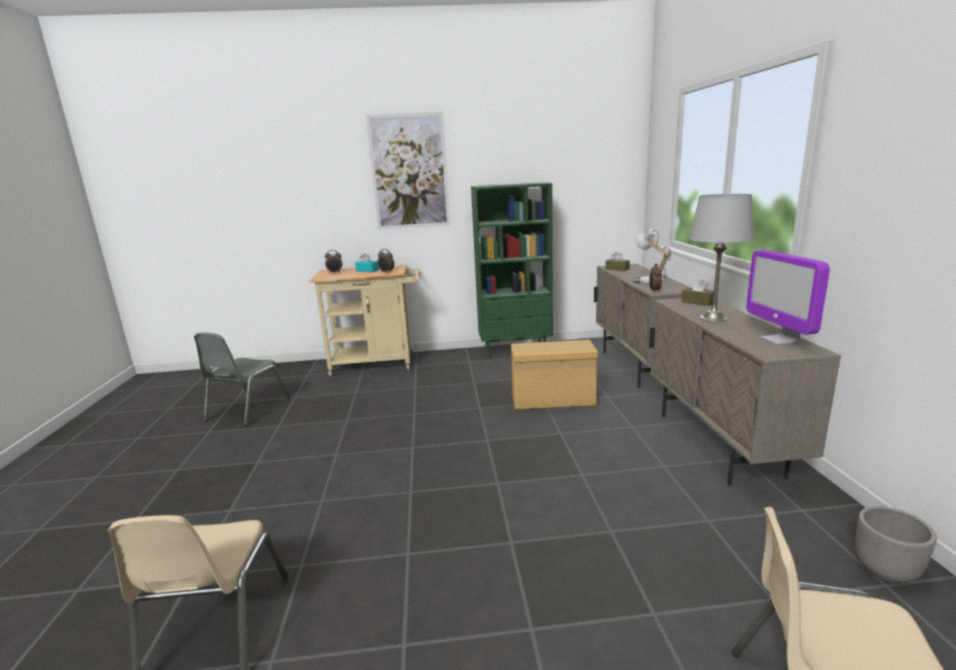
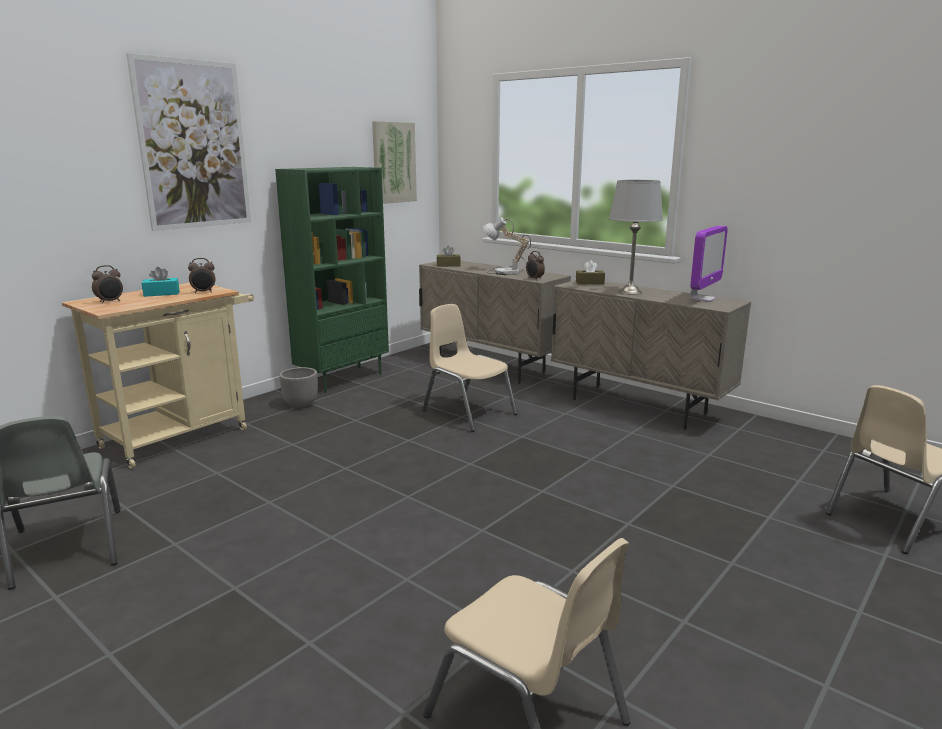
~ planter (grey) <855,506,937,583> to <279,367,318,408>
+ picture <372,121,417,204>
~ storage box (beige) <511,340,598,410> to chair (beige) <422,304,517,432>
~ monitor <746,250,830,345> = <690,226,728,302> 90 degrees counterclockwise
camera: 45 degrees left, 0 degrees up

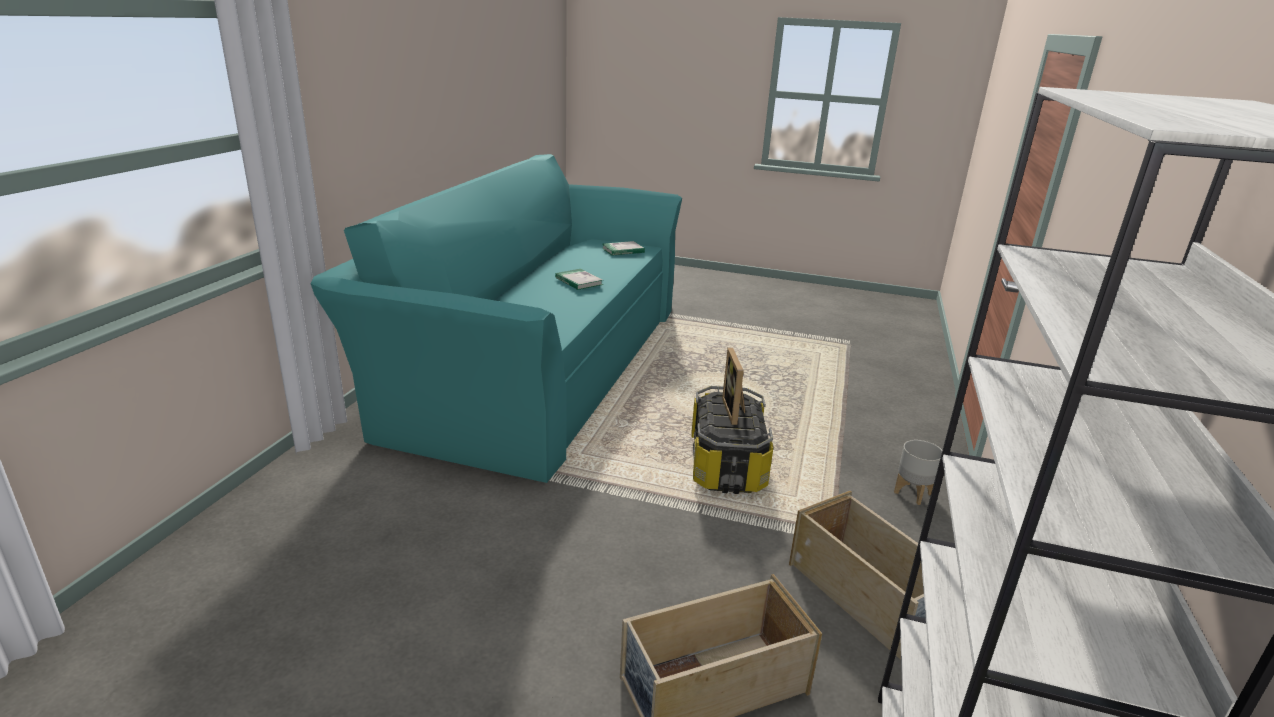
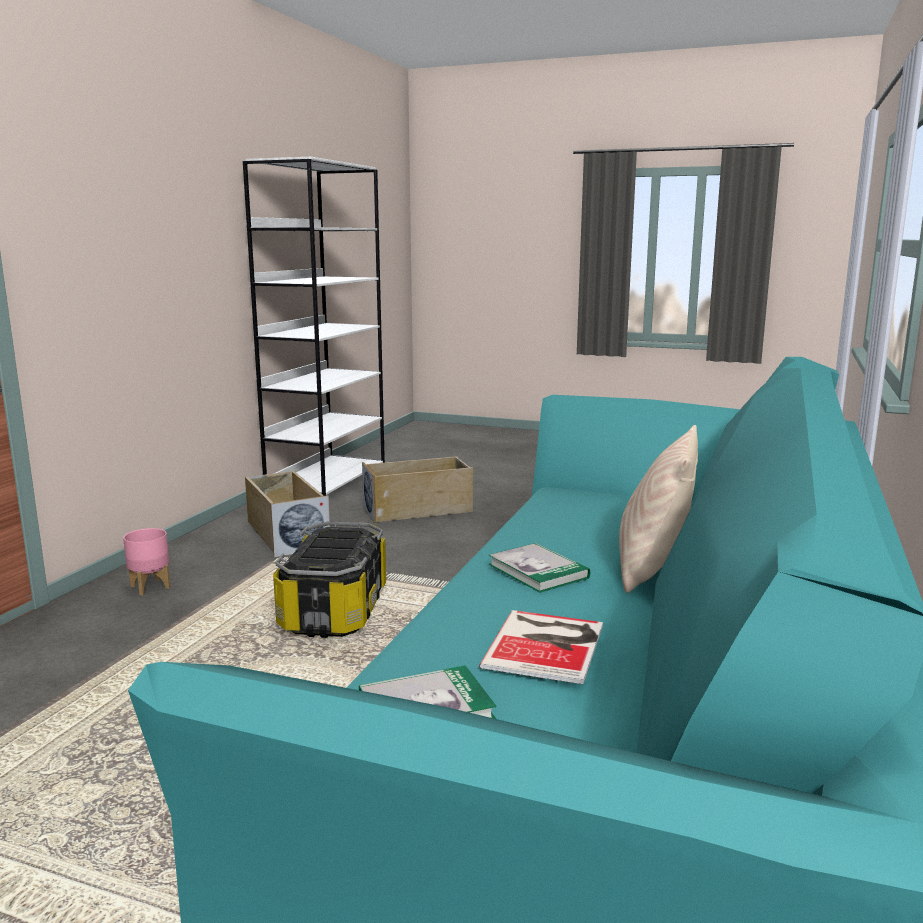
~ planter (grey) <894,440,942,505> to planter (pink) <123,528,170,595>
+ book <479,610,603,684>
+ pillow (beige) <619,425,698,593>
- picture frame <722,348,745,425>
camera: 175 degrees left, 10 degrees down

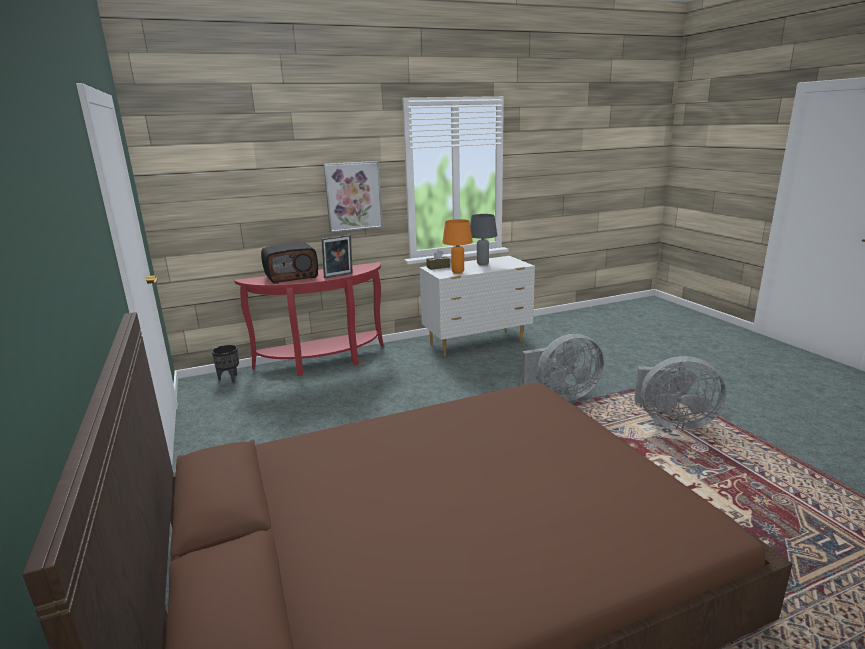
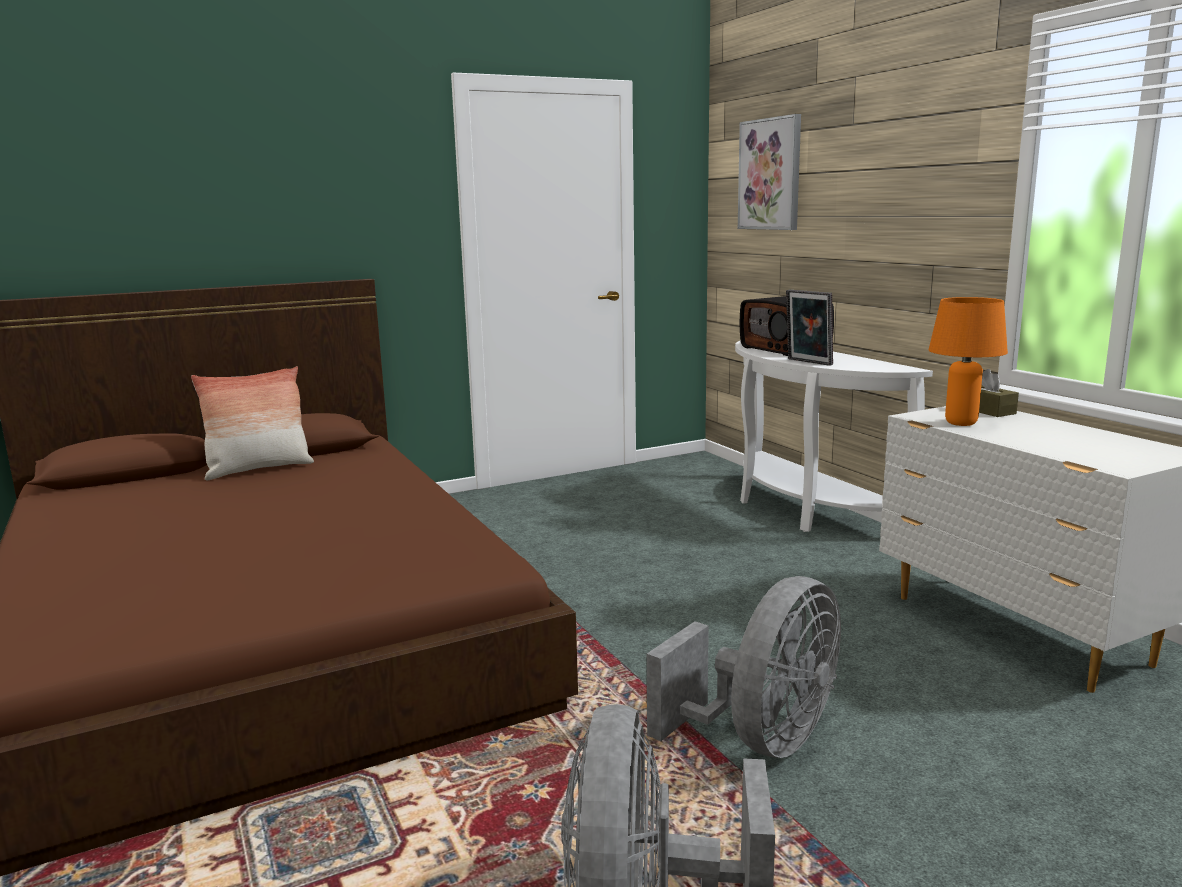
+ pillow <191,366,314,480>
~ fan (grey) <521,334,604,401> = <647,576,841,758> 120 degrees counterclockwise
~ console table (red) <234,262,384,376> to console table (white) <735,340,933,532>
~ picture <323,161,383,233> to <738,114,801,230>
- planter (black) <212,345,239,383>
- table lamp (grey) <470,214,497,265>
camera: 85 degrees right, 5 degrees down

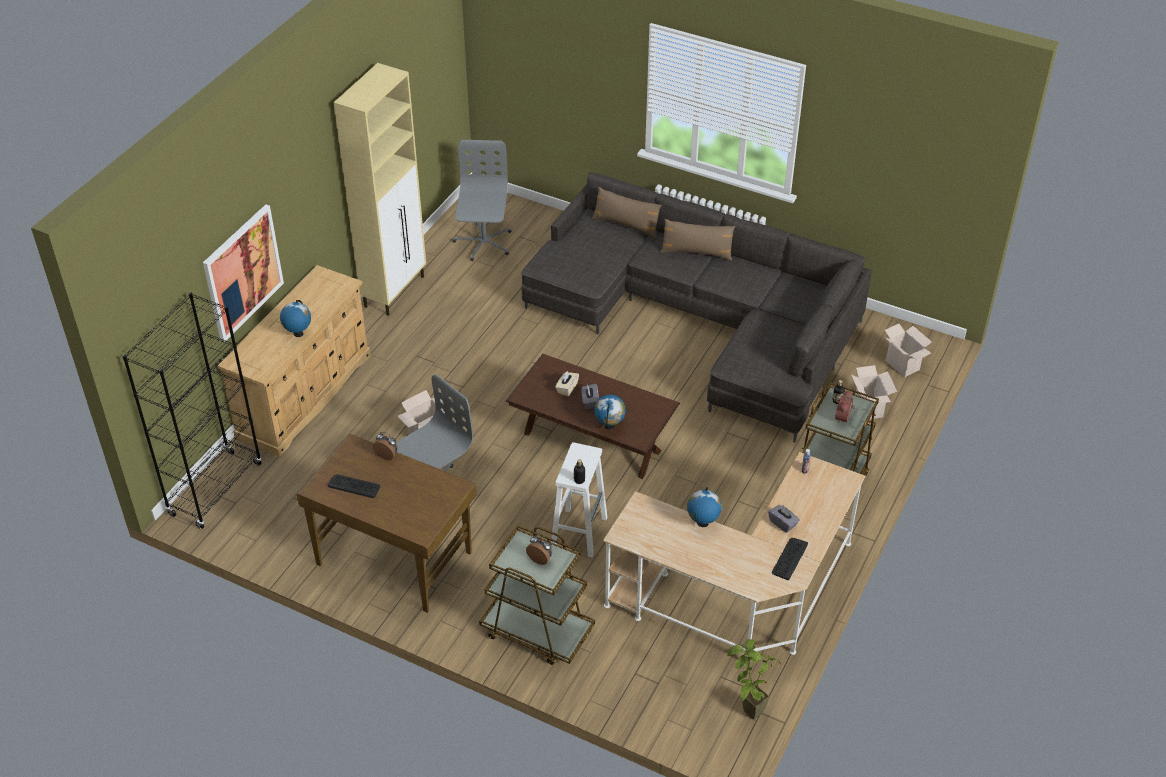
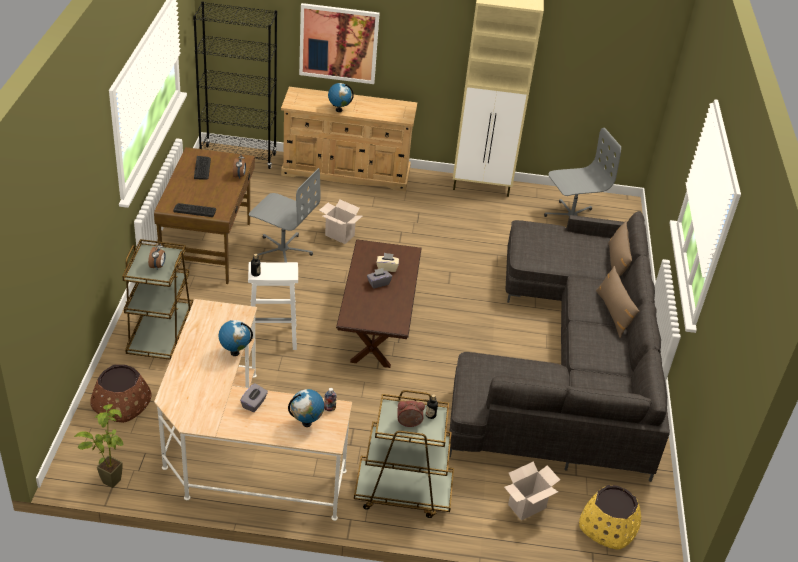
+ planter (brown) <90,365,152,423>
~ keyboard <772,538,808,580> to <173,203,216,217>
~ globe <594,395,626,429> to <288,389,324,427>
~ cardboard box <885,324,932,377> to planter (yellow) <579,485,641,550>
camera: 65 degrees right, 5 degrees down

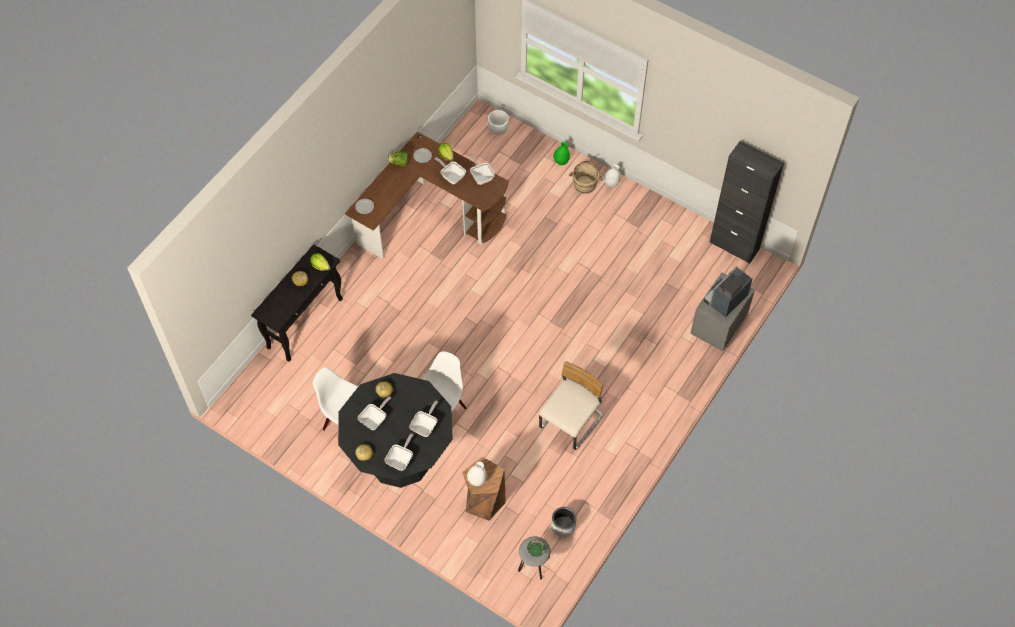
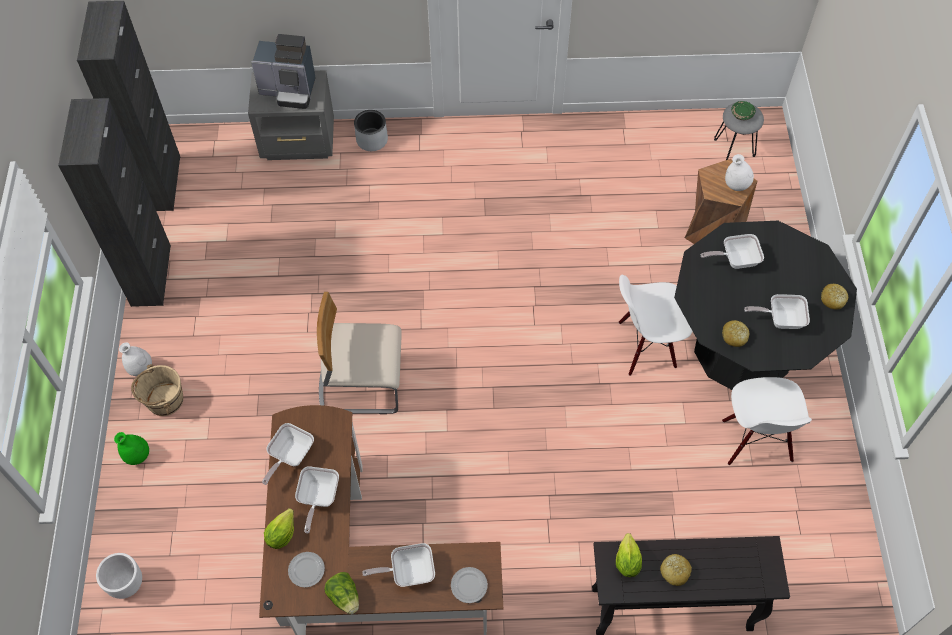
+ cabinet (black) <58,98,171,307>
~ chair (beige) <539,361,603,450> to <317,292,402,414>
~ planter (grey) <551,507,577,537> to <354,110,388,151>
~ frying pan <385,433,413,471> to <362,543,435,587>
camera: 125 degrees left, 0 degrees up

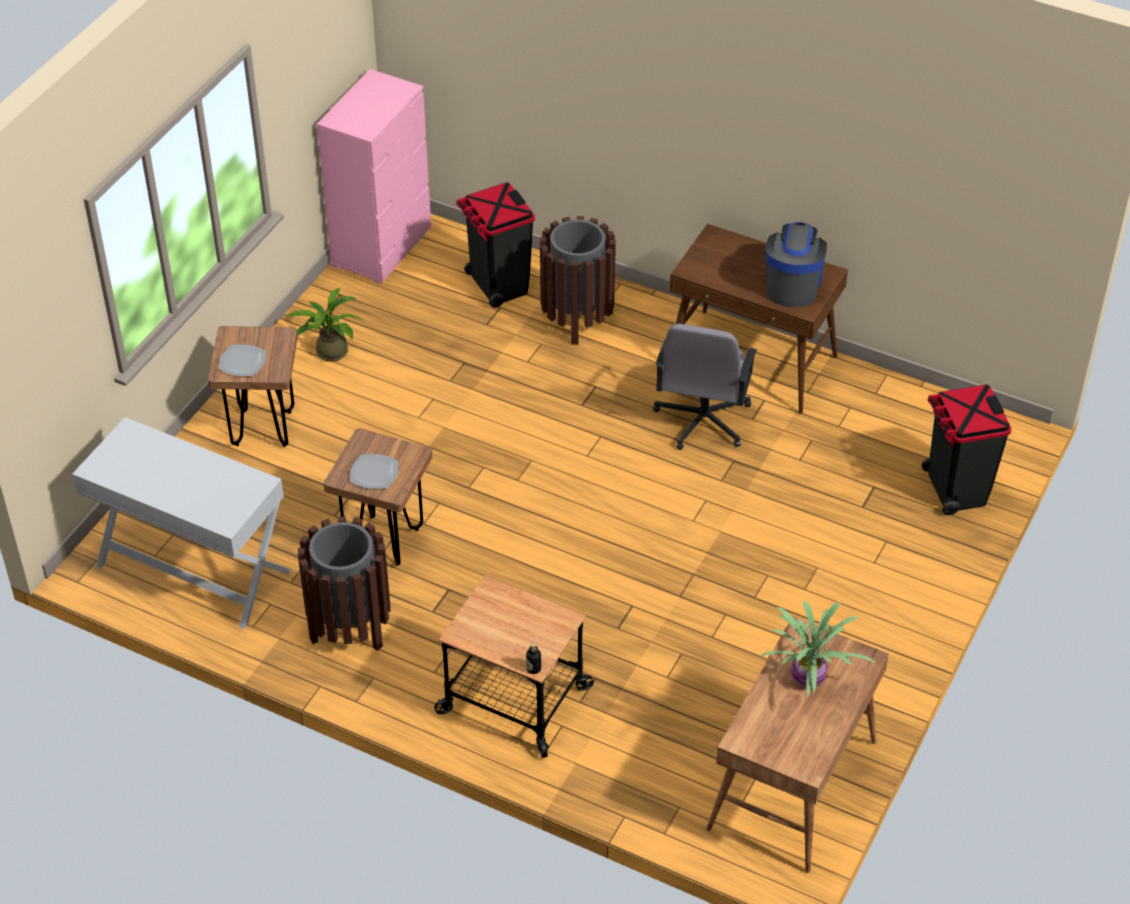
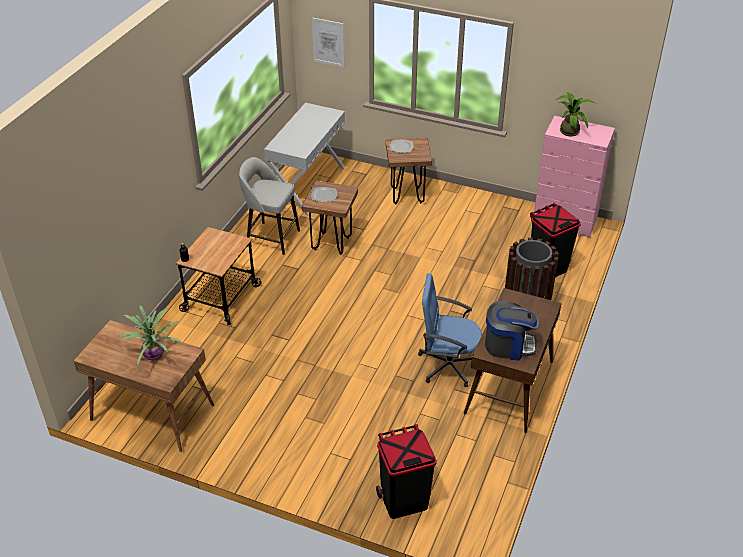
~ trash can (brown) <298,516,391,651> to stool (grey) <239,157,300,255>
+ picture <312,18,345,67>
~ office chair (grey) <653,324,757,450> to office chair (blue) <418,273,482,387>
~ potted plant <284,288,365,362> to <556,92,595,137>
camera: 85 degrees right, 5 degrees down

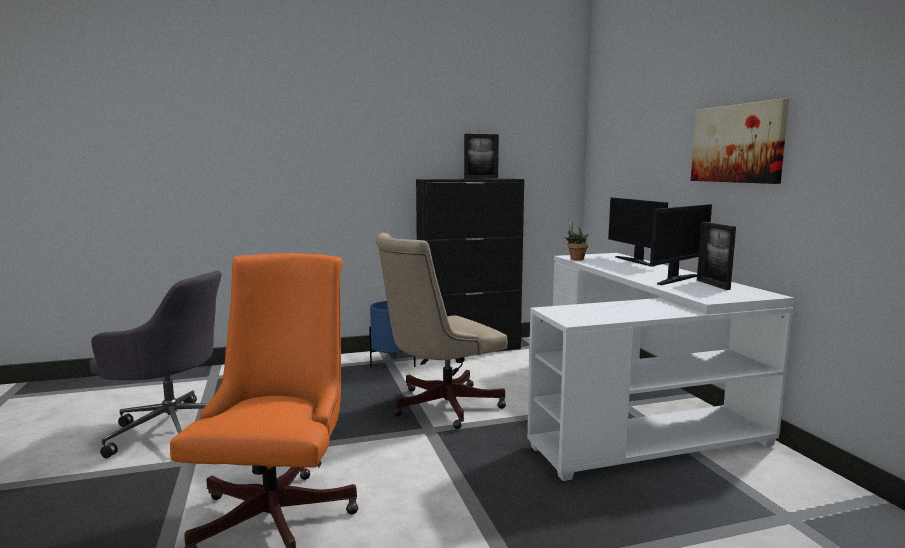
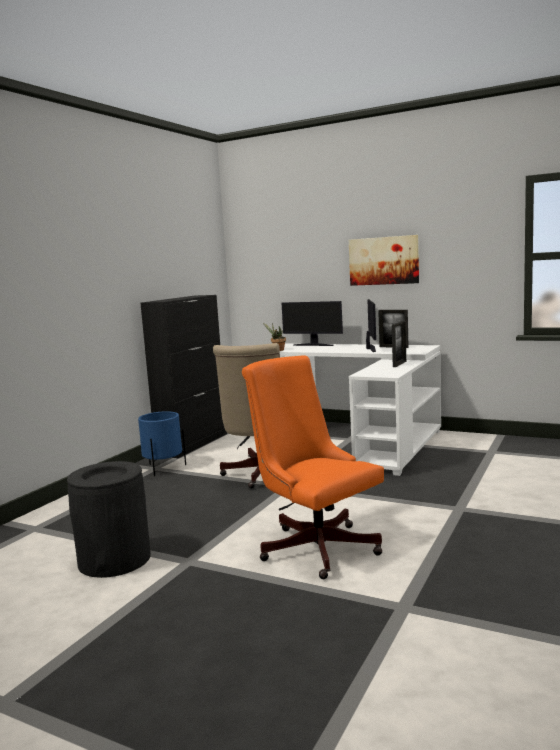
~ office chair (grey) <89,271,222,458> to trash can (black) <67,461,151,578>
~ picture frame <464,134,499,179> to <392,321,406,367>
camera: 45 degrees left, 0 degrees up

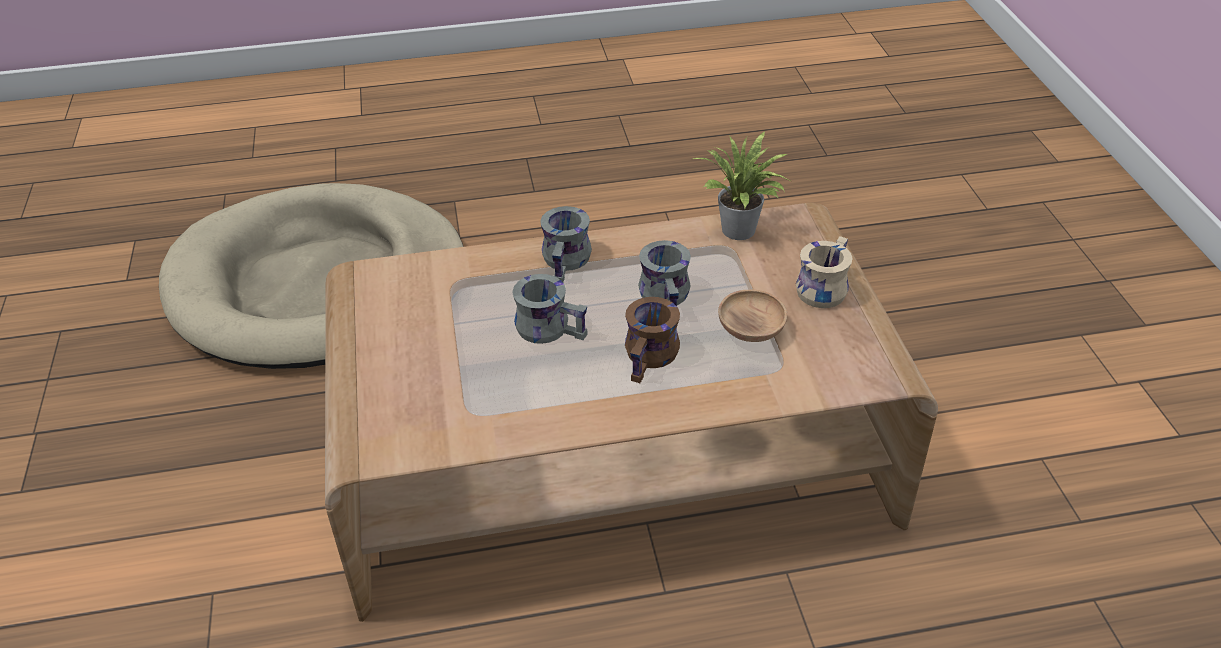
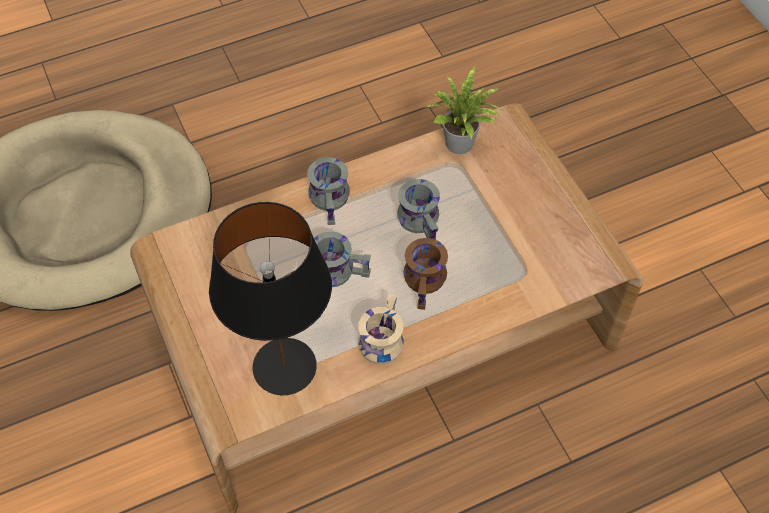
+ table lamp (black) <209,202,332,395>
~ mug (beige) <796,236,852,308> to <358,294,404,364>
- bowl (brown) <718,290,787,342>
camera: 15 degrees left, 15 degrees up

